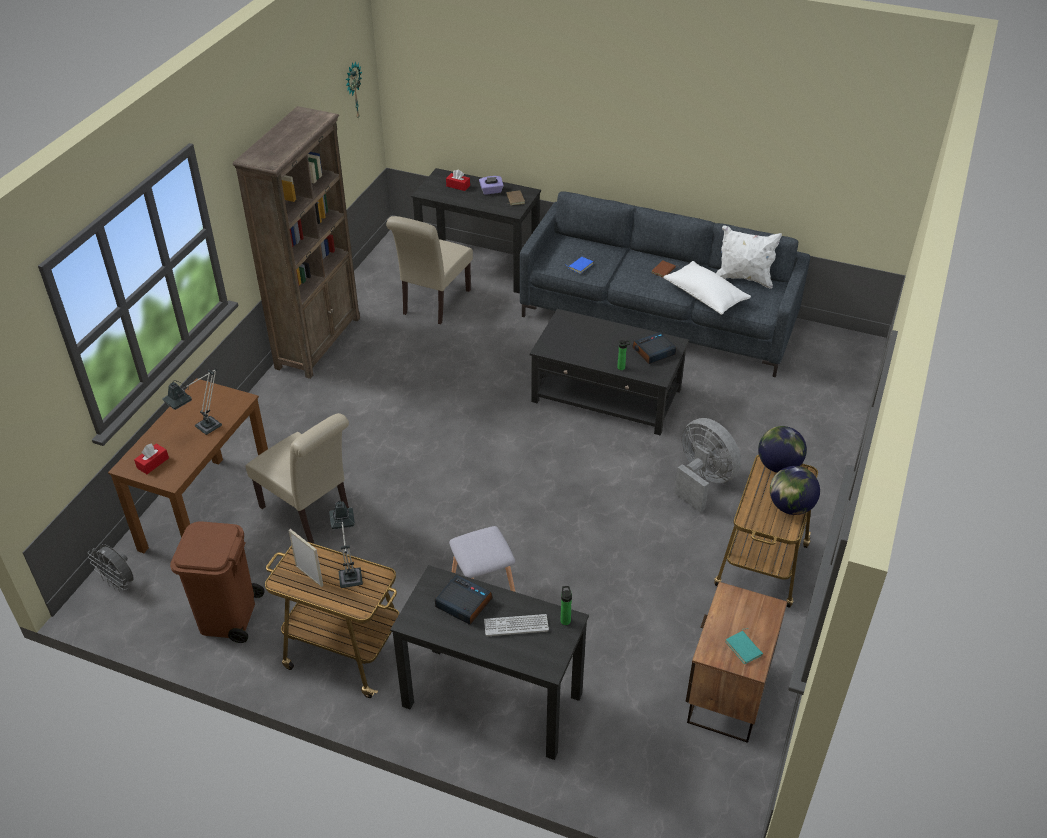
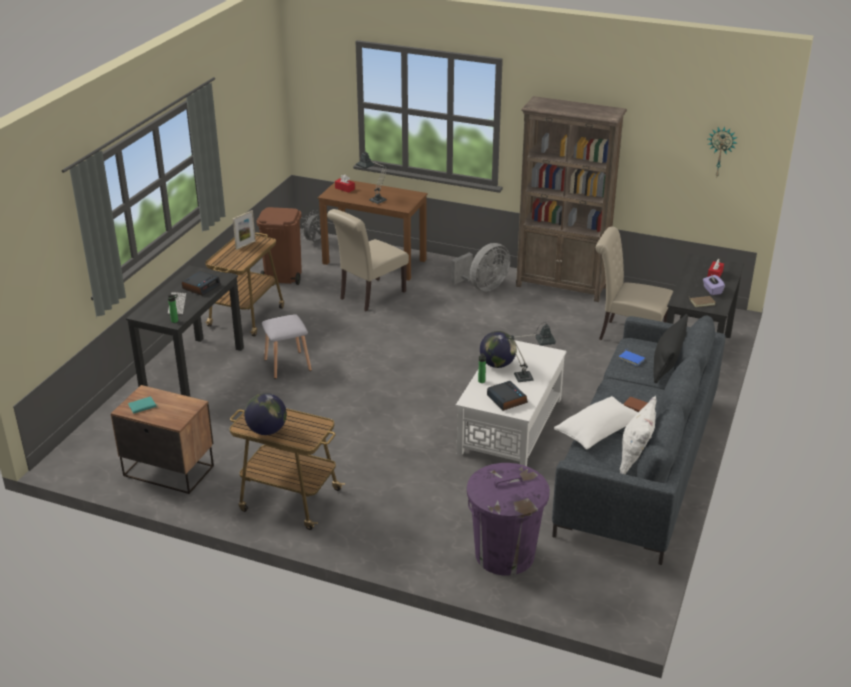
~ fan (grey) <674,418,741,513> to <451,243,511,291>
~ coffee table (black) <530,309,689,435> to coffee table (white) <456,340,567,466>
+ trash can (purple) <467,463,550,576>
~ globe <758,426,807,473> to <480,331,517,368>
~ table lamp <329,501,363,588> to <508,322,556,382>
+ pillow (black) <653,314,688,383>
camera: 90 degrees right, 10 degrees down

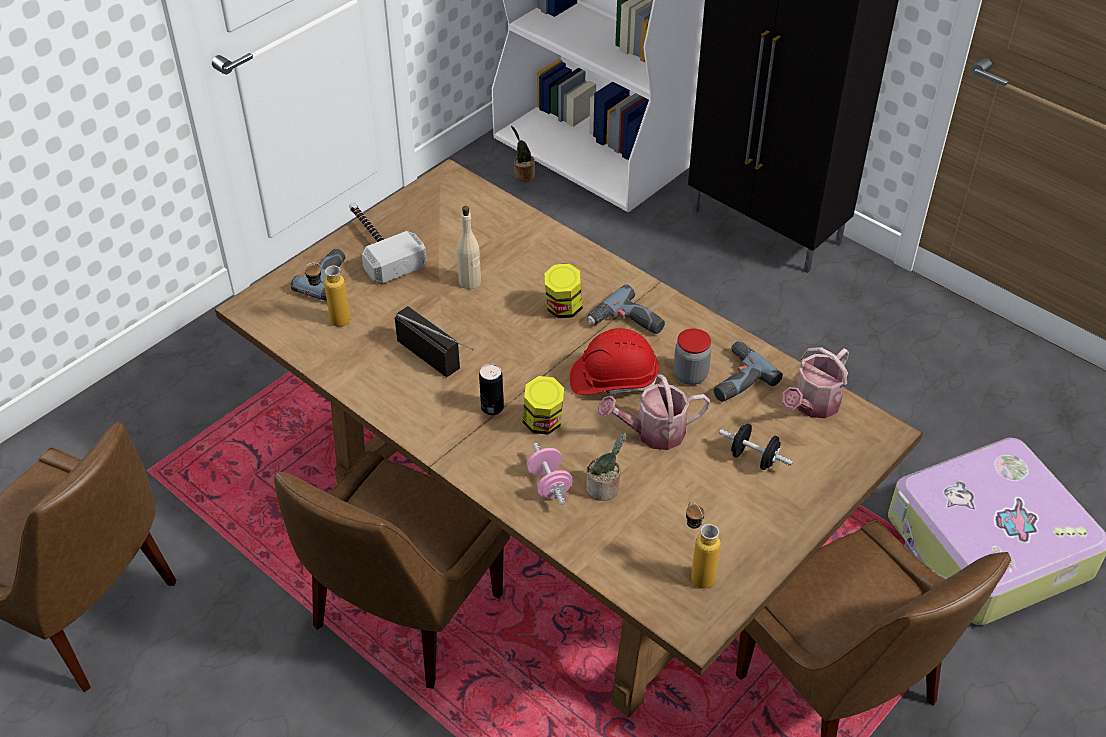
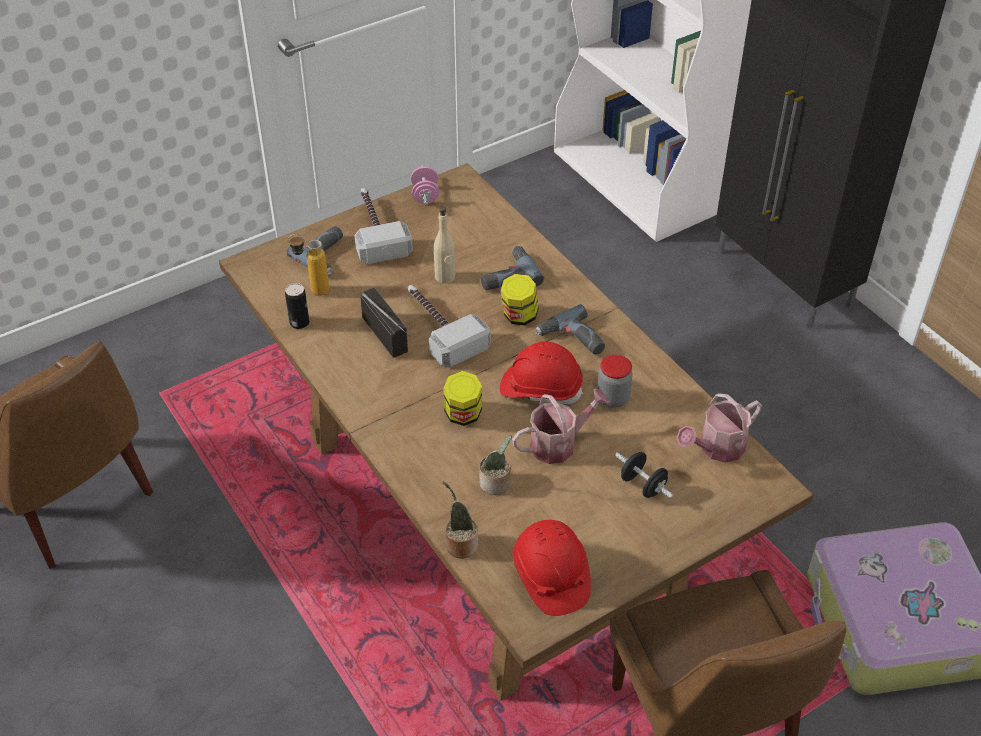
~ can <479,364,504,415> to <285,283,309,329>
+ hammer <408,285,491,367>
~ dumbbell (pink) <527,443,573,505> to <411,165,440,205>
~ potted plant <511,126,535,182> to <443,481,478,559>
~ power drill <714,341,783,402> to <481,246,544,290>
~ watering can <598,374,710,450> = <512,389,610,464> 150 degrees clockwise
~ bottle <686,501,721,589> to hard hat (red) <513,520,591,616>
- chair (brown) <274,451,510,689>
camera: 15 degrees right, 0 degrees up

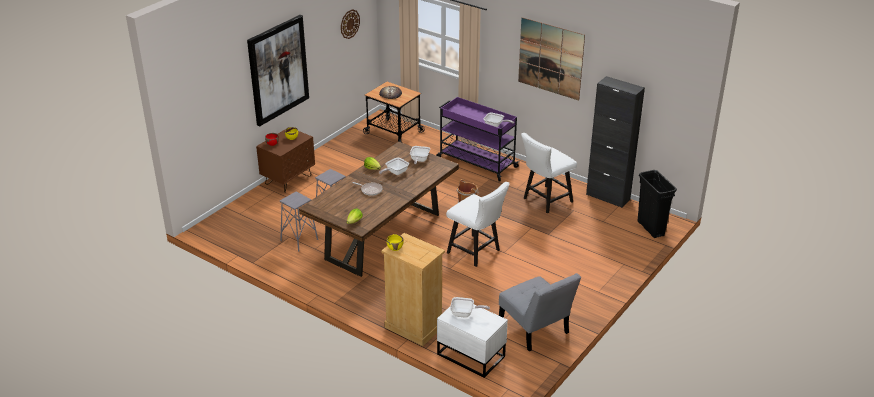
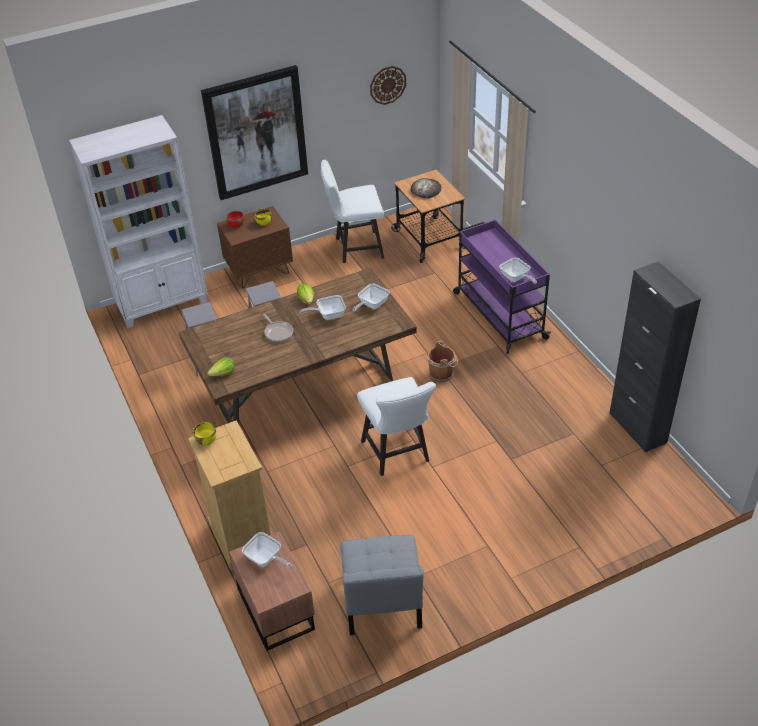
+ bookcase (white) <69,115,208,328>
~ nightstand (white) <437,305,508,378> to nightstand (brown) <229,531,315,651>
~ chair (white) <521,133,577,213> to <321,160,384,263>
- picture <518,17,585,101>
- trash can (black) <638,170,677,238>
camera: 30 degrees right, 10 degrees up

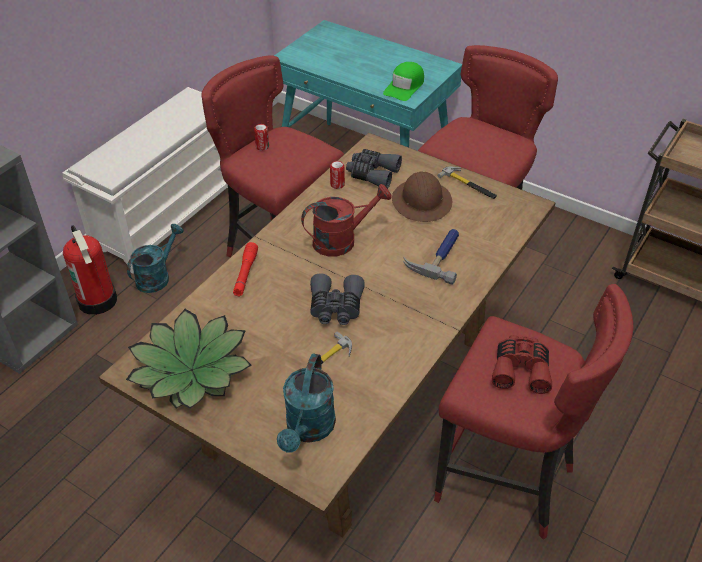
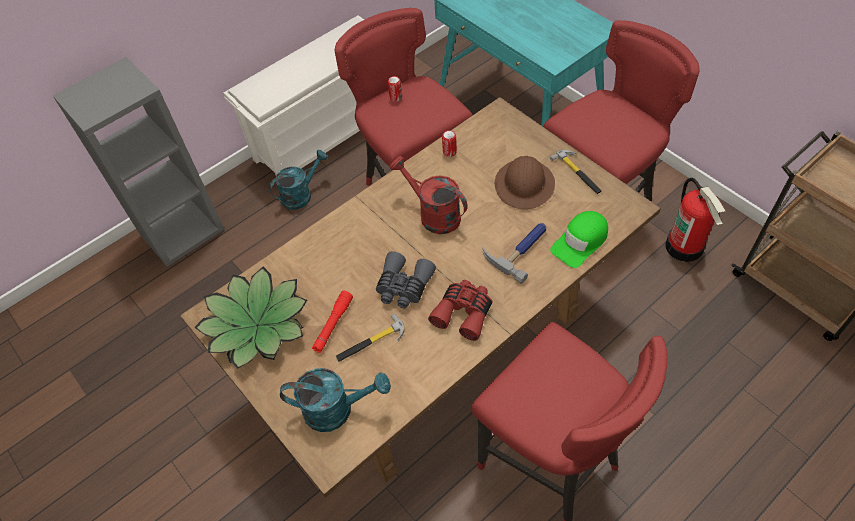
~ watering can (turquoise) <277,354,336,453> = <280,368,391,432> 120 degrees counterclockwise
~ flashlight (red) <233,242,258,297> to <312,291,353,353>
~ watering can (red) <301,184,392,256> = <390,156,468,234> 135 degrees counterclockwise
~ binoculars (red) <492,335,552,394> to <428,280,493,341>
~ cap (green) <383,62,424,101> to <550,211,608,268>
~ fire extinguisher <63,225,117,315> to <665,178,725,262>
- binoculars (grey) <346,149,402,189>
camera: 20 degrees right, 10 degrees up

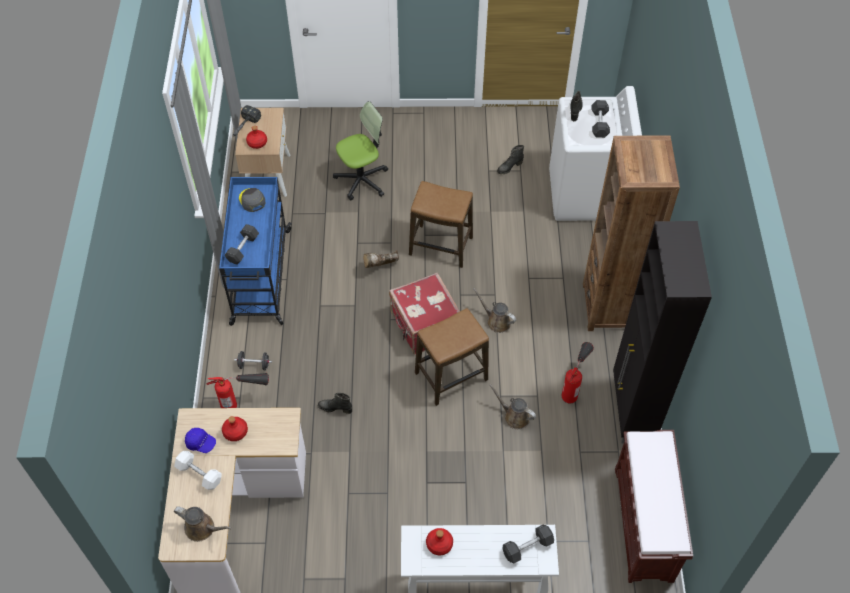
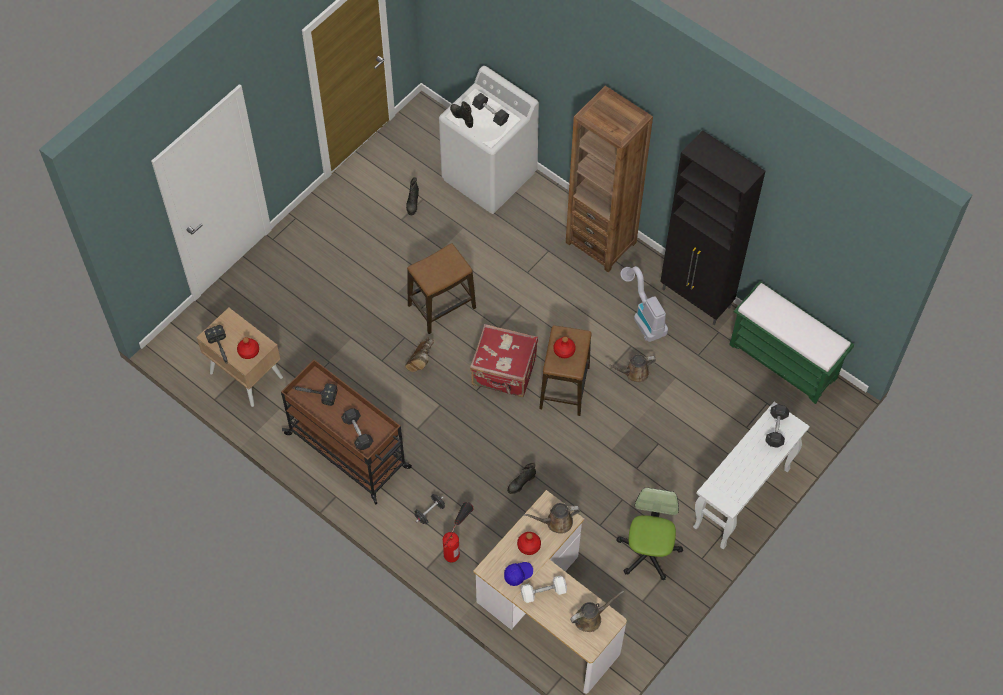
~ cart (blue) <219,177,292,326> to cart (brown) <281,360,412,505>
~ cap (grey) <239,188,265,212> to hammer <294,383,337,406>
~ watering can (brown) <473,288,516,333> to <523,503,580,534>
~ bottle (red) <426,528,453,555> to <553,337,576,358>
~ office chair <333,101,388,200> to <616,487,683,580>
~ fire extinguisher <562,342,594,403> to vacuum cleaner <620,266,668,342>
~ bench (brown) <615,430,693,583> to bench (green) <729,281,854,404>
camera: 50 degrees left, 5 degrees up

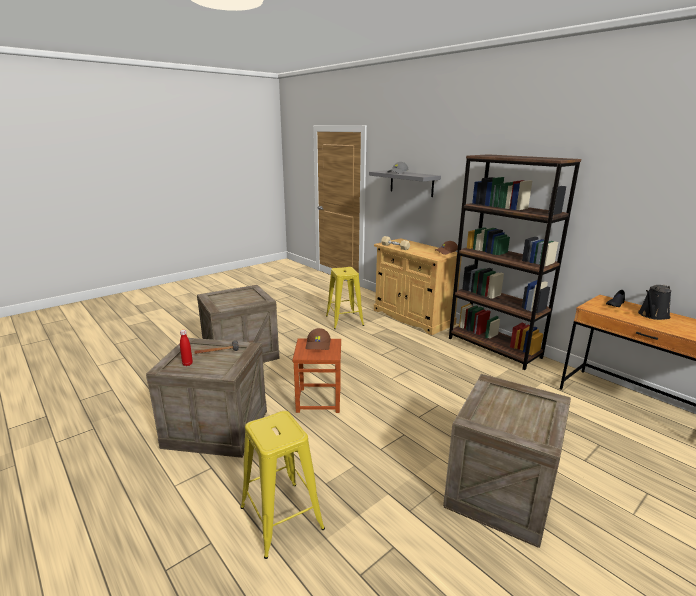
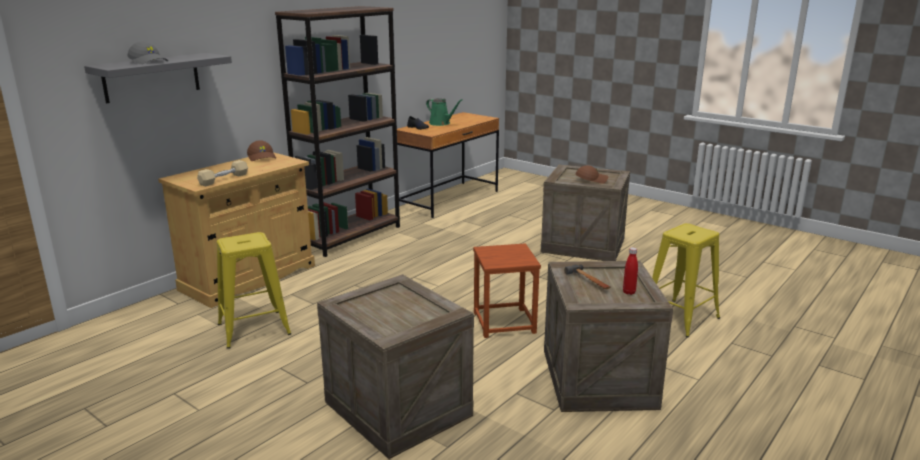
~ watering can (black) <638,285,671,320> to watering can (green) <426,98,462,126>
~ cap (brown) <305,328,331,350> to <576,165,608,184>
camera: 100 degrees left, 0 degrees up

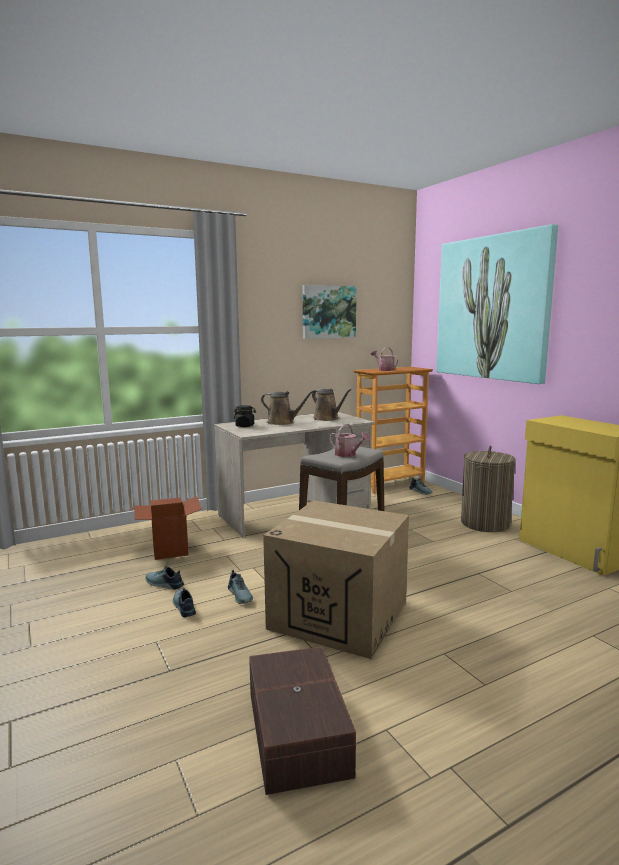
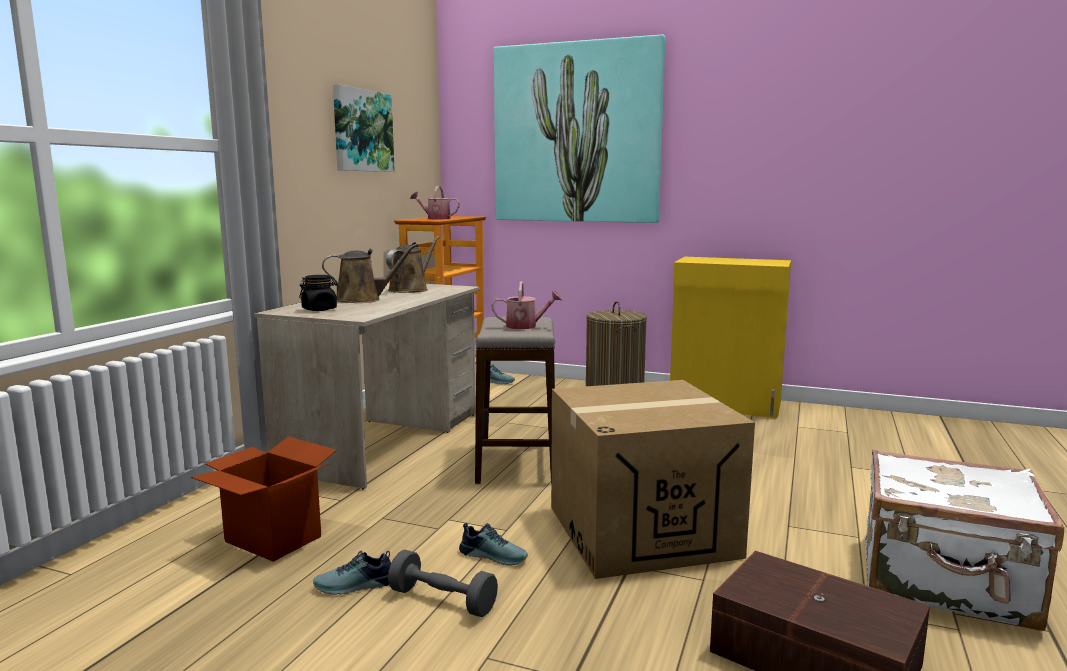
~ watering can (brown) <312,389,351,421> = <386,236,440,293> 75 degrees counterclockwise
~ shoe <172,588,196,617> to dumbbell (grey) <388,550,498,617>
+ suitcase (white) <866,449,1064,630>
camera: 40 degrees left, 0 degrees up

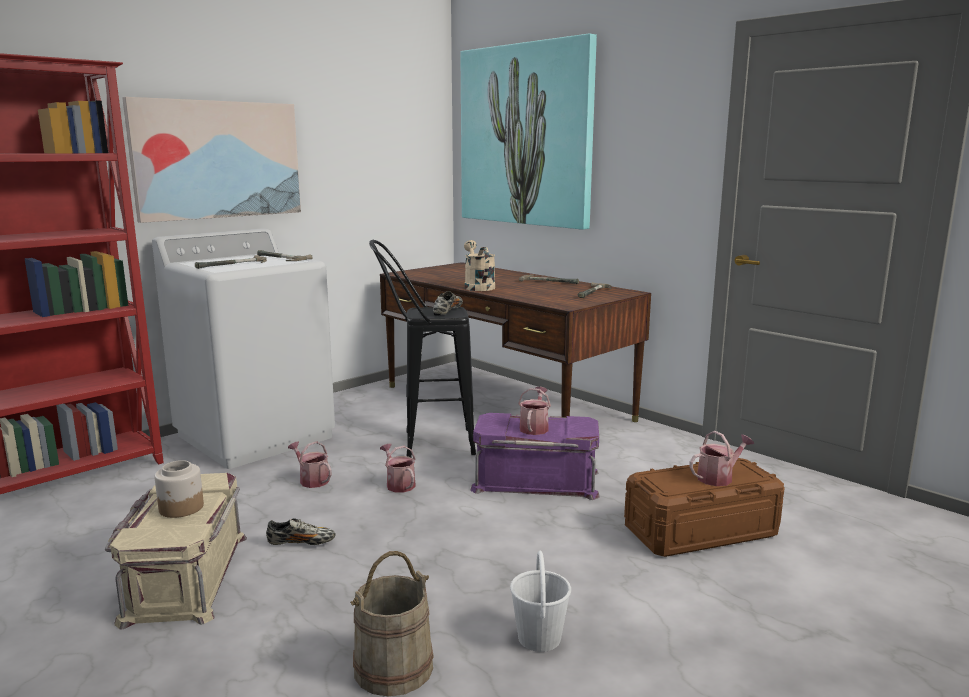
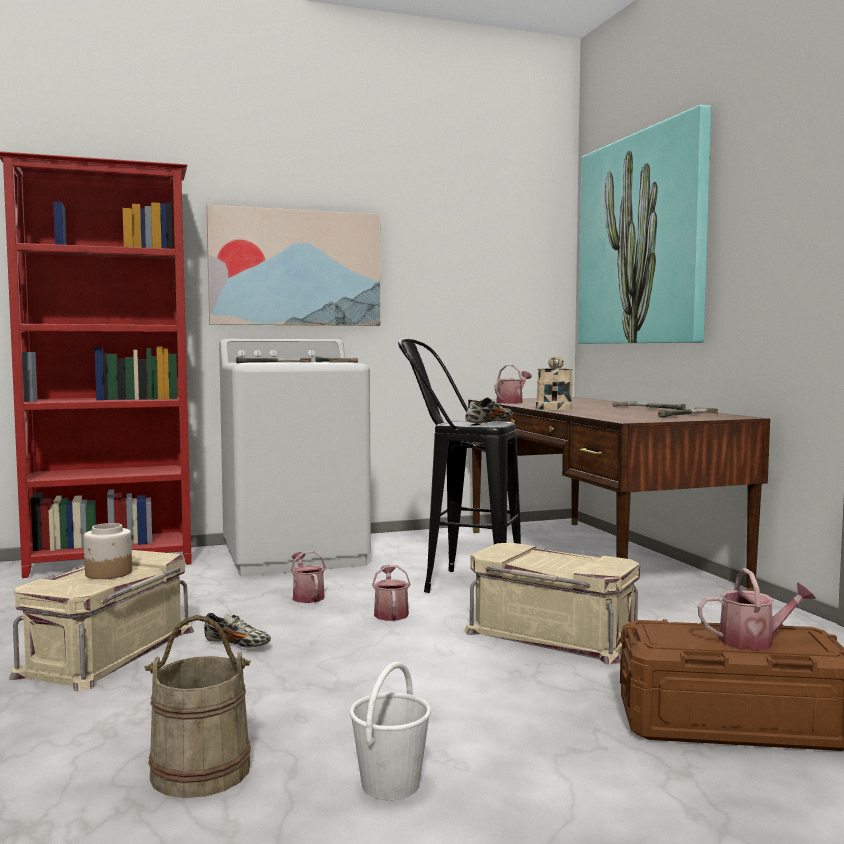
~ storage box (purple) <470,413,600,500> to storage box (beige) <464,543,640,664>
~ watering can <518,387,551,435> to <494,365,532,404>
camera: 25 degrees right, 10 degrees down

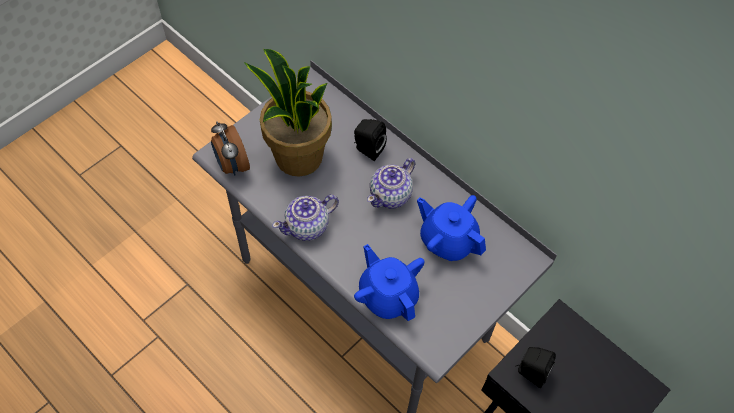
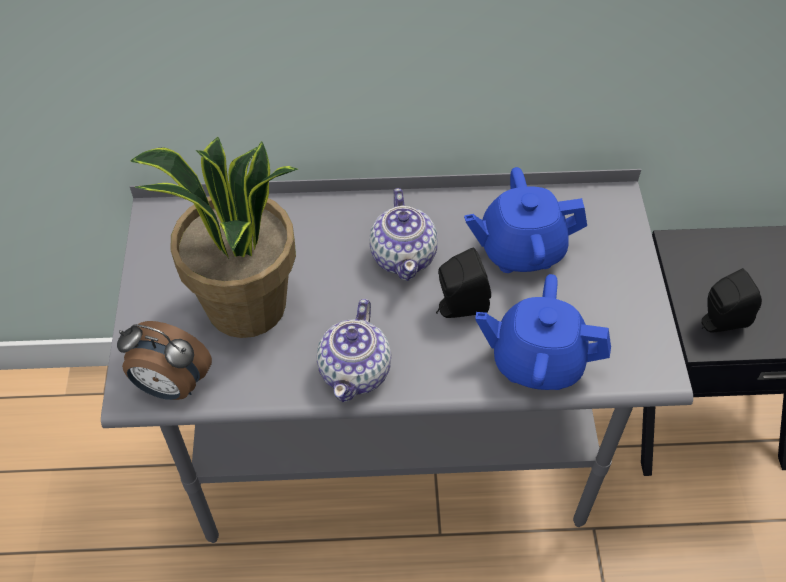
~ speaker (black) <354,119,387,161> to <436,247,491,318>
camera: 45 degrees left, 5 degrees down

